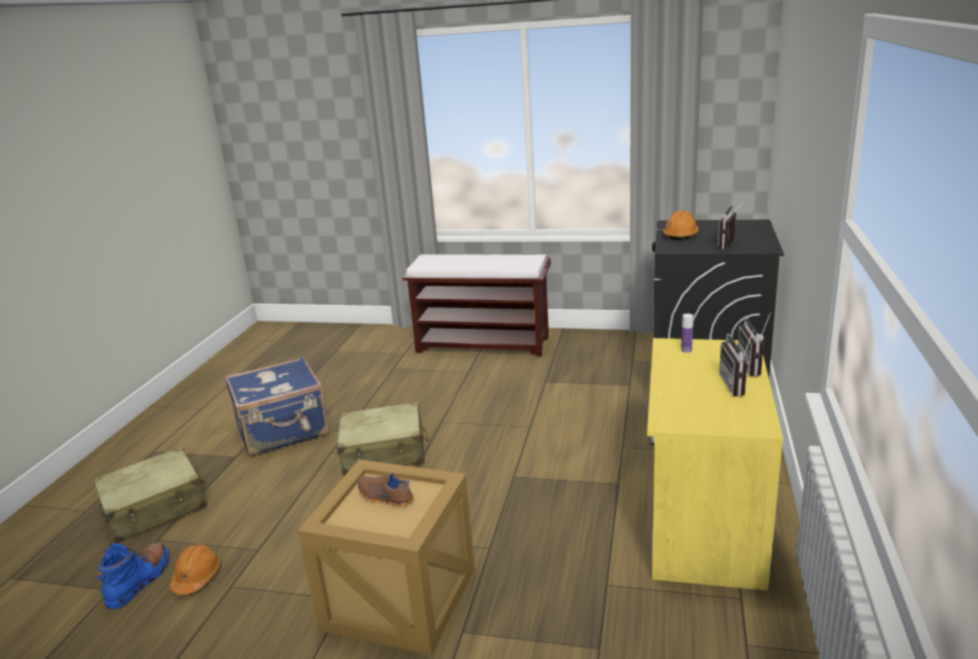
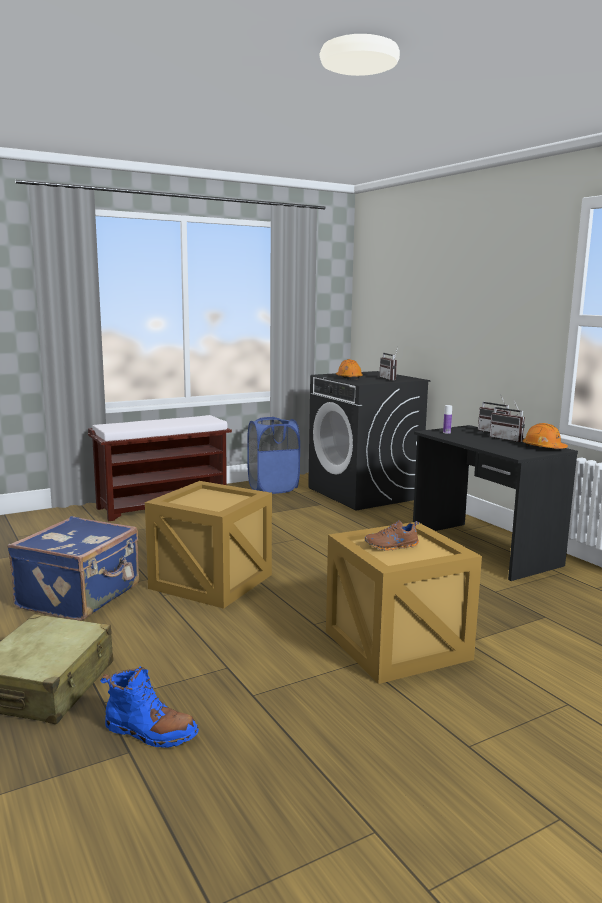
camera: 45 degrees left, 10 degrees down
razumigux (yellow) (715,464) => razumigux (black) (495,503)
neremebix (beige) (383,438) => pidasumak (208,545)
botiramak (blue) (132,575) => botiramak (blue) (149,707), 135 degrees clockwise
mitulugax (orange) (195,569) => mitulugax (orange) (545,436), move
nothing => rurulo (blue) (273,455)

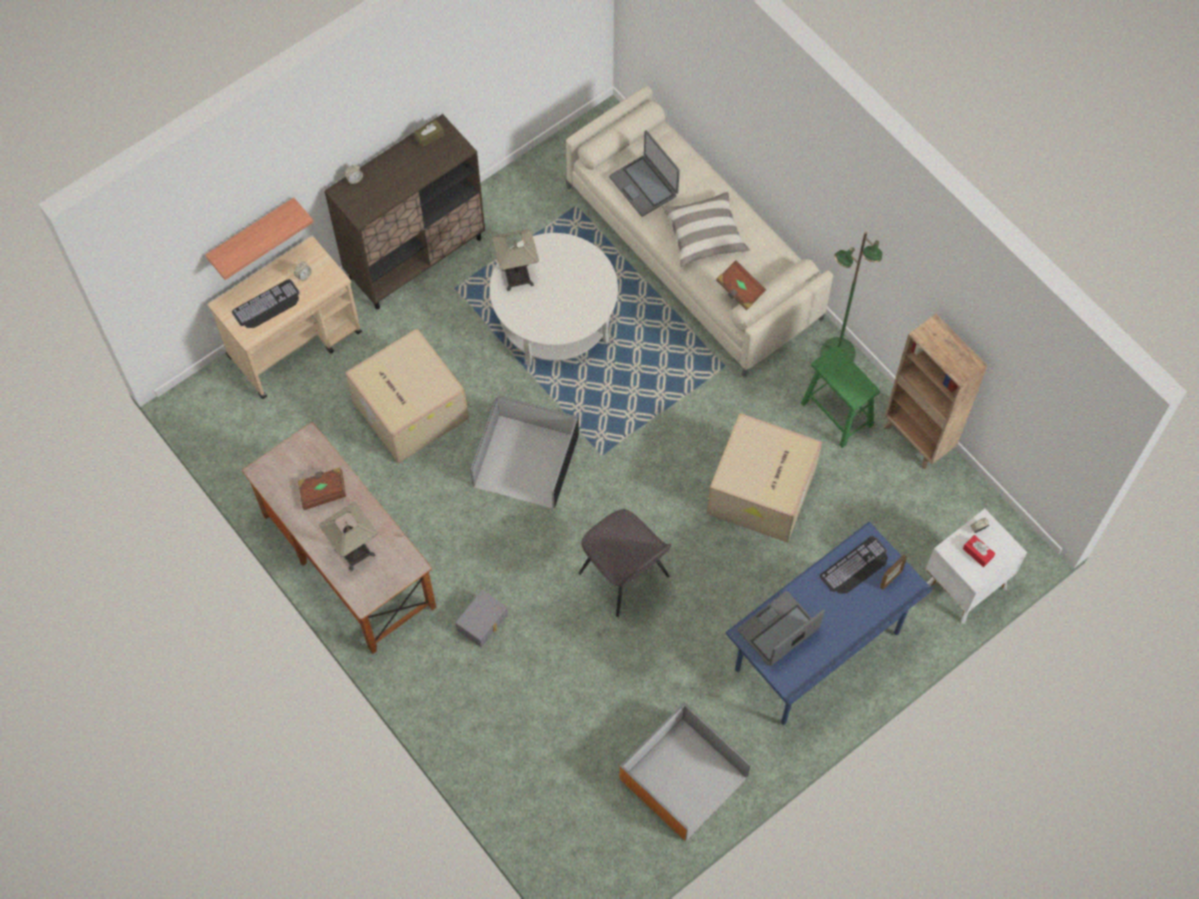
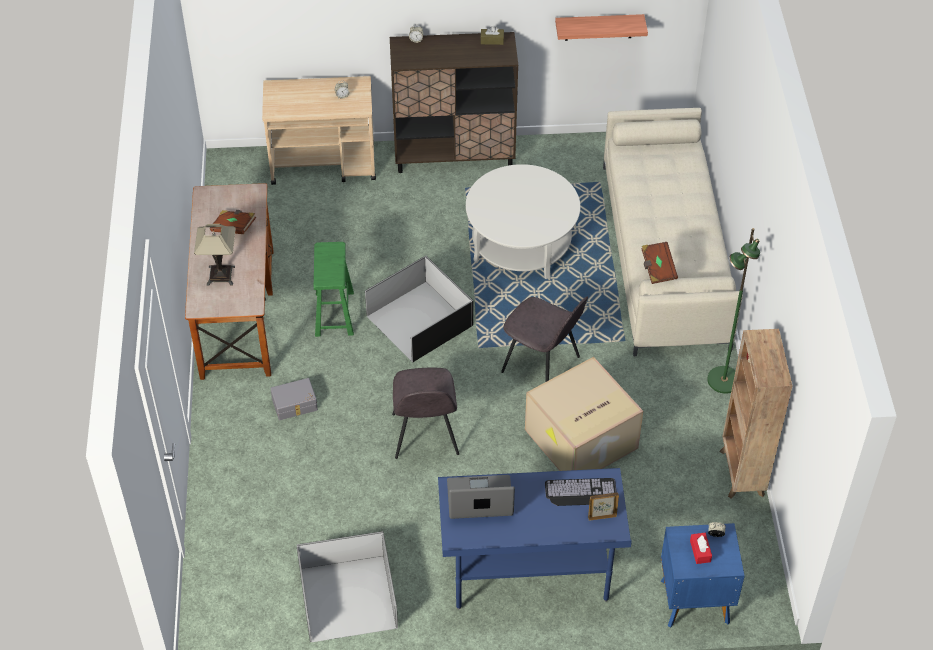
camera: 35 degrees right, 15 degrees down
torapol (644,173) => nothing
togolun (705,229) => nothing
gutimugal (259,238) => gutimugal (601,27), move
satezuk (515,260) => nothing
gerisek (266,303) => nothing
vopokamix (407,395) => nothing
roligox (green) (840,397) => roligox (green) (334,289), move
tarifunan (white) (976,566) => tarifunan (blue) (703,575)
nothing => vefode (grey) (544,339)

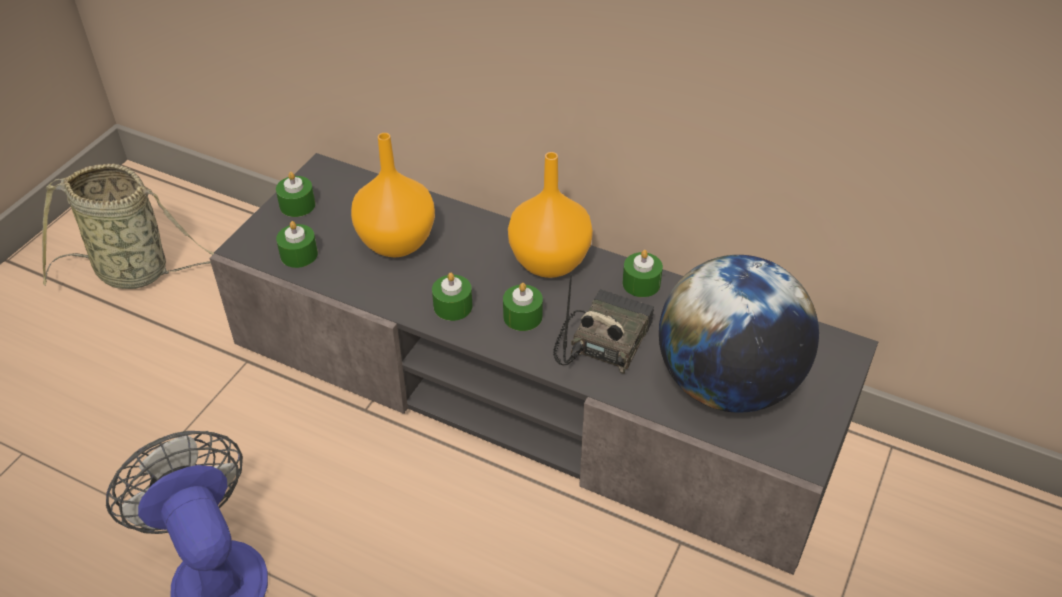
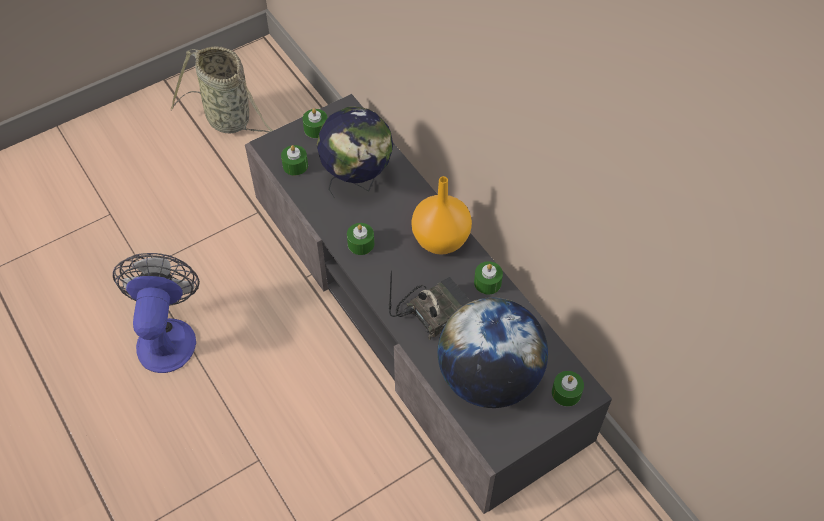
camera: 30 degrees right, 10 degrees up
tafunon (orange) (393,195) => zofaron (355,153)
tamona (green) (523,307) => tamona (green) (568,389), move

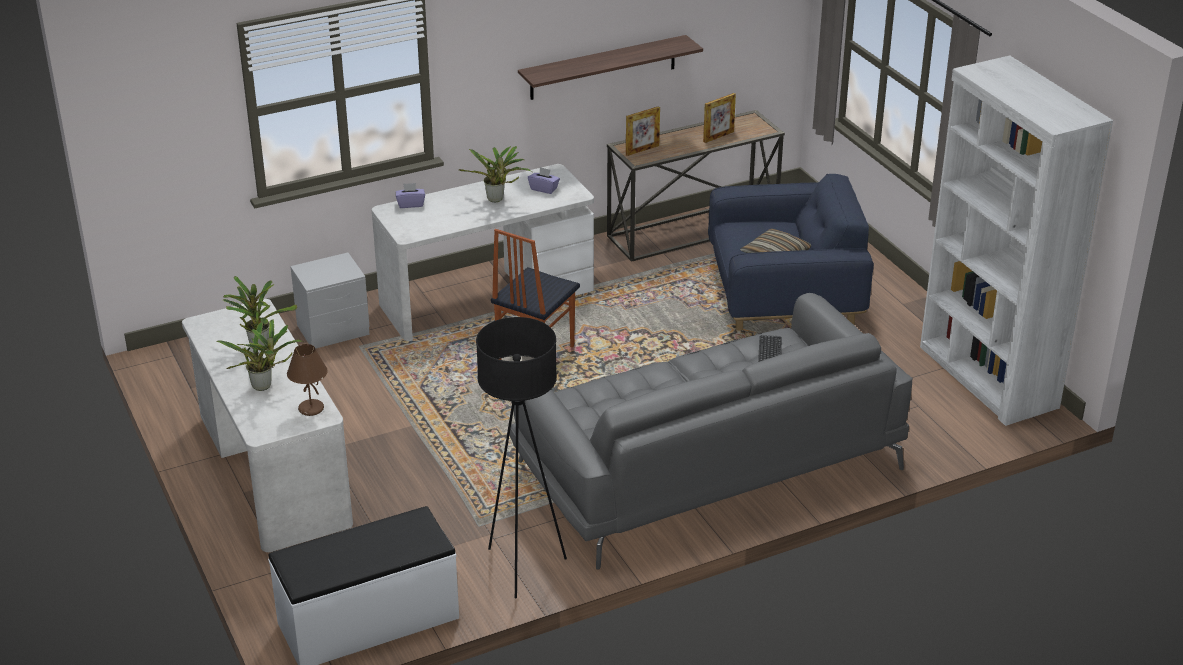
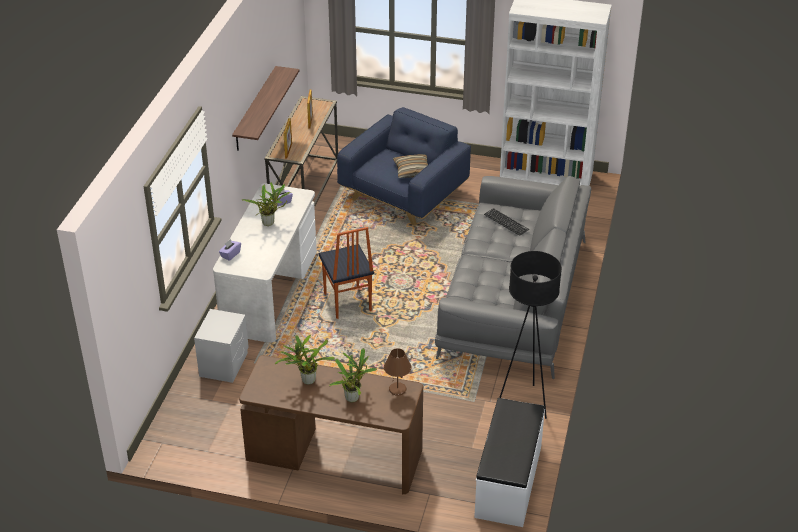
camera: 50 degrees left, 5 degrees up
razumigux (white) (267,425) => razumigux (brown) (331,424)

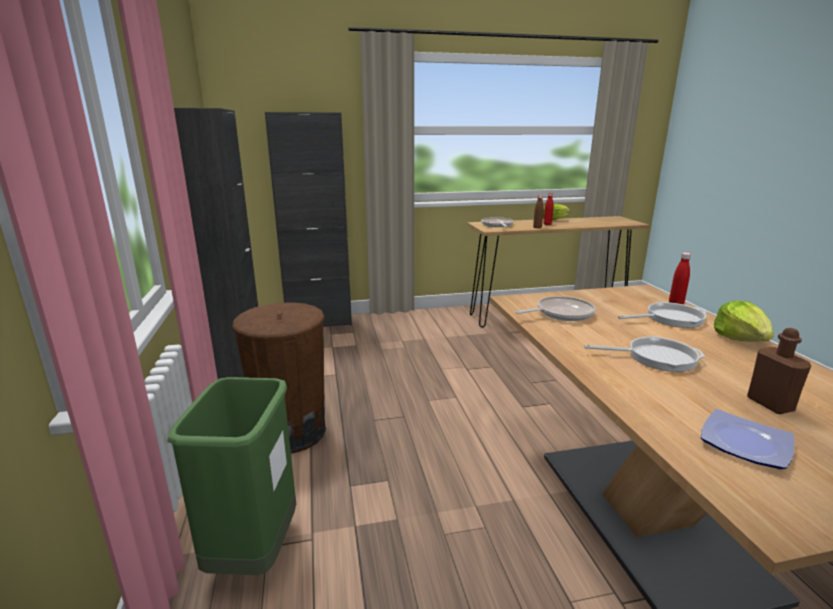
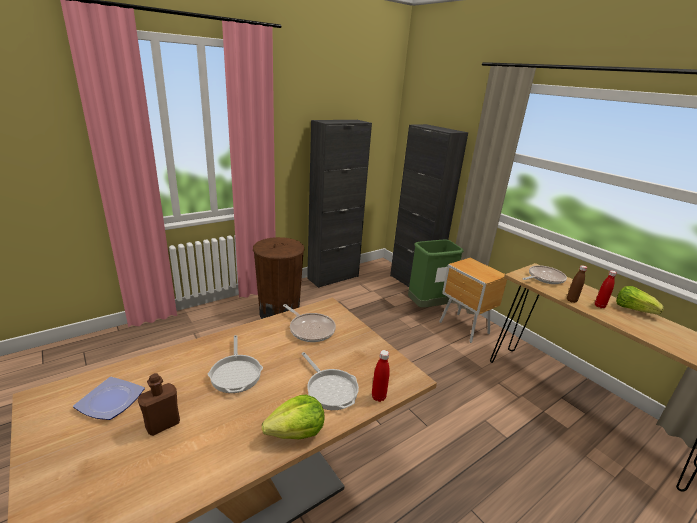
camera: 65 degrees right, 5 degrees up
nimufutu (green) (231,476) => nimufutu (green) (436,274), move
nothing => tarifunan (brown) (473,300)

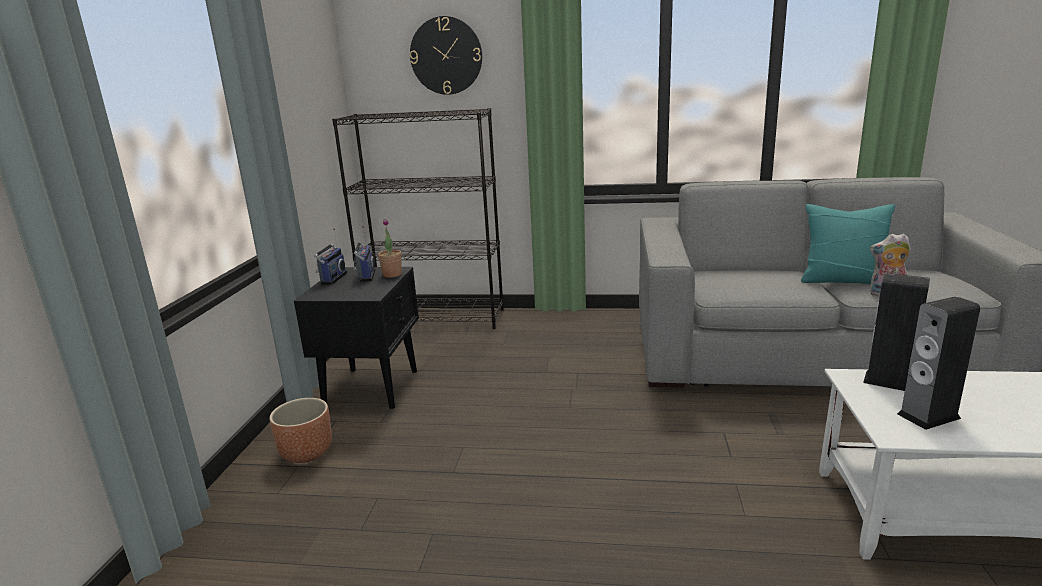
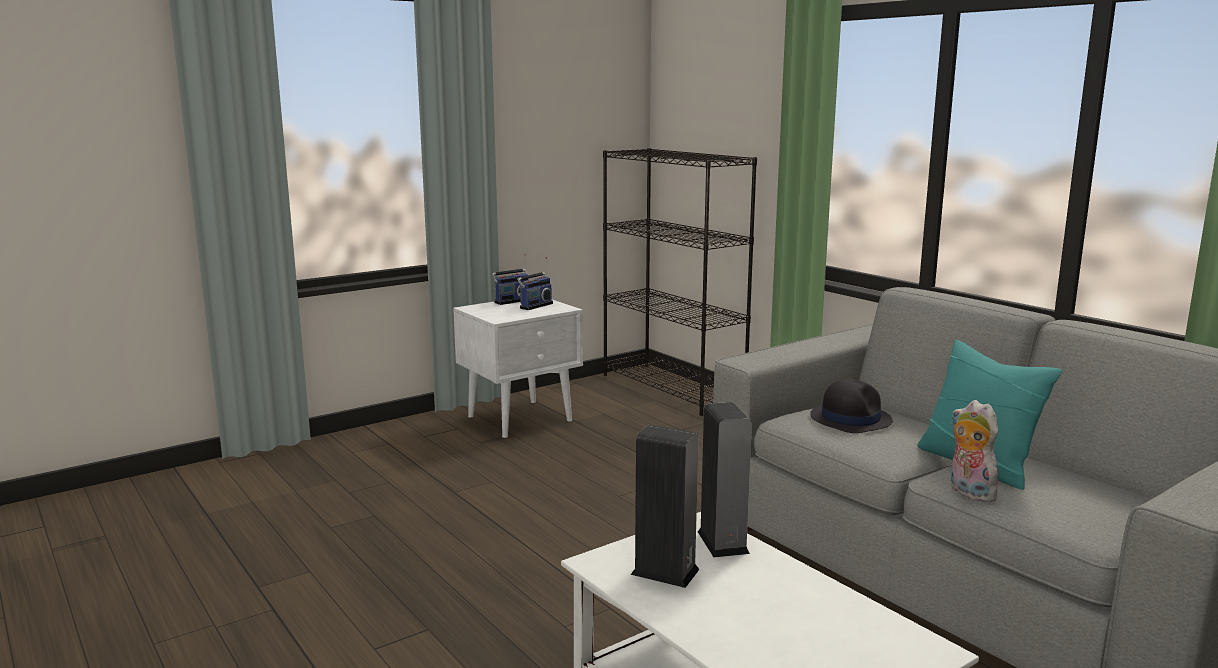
camera: 45 degrees right, 5 degrees down
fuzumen (446,55) => nothing
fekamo (390,248) => nothing
tarifunan (black) (356,338) => tarifunan (white) (518,369)
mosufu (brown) (301,430) => nothing
nothing => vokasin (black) (851,405)

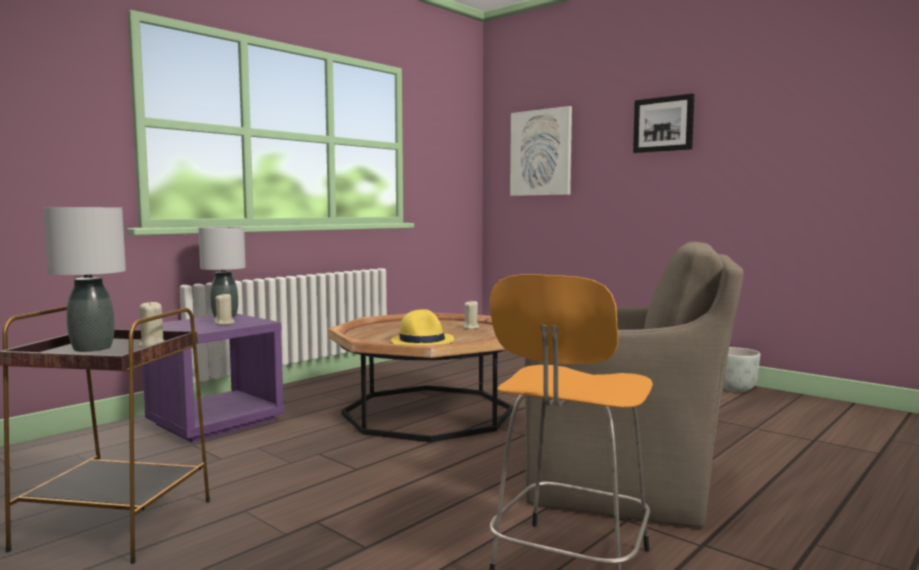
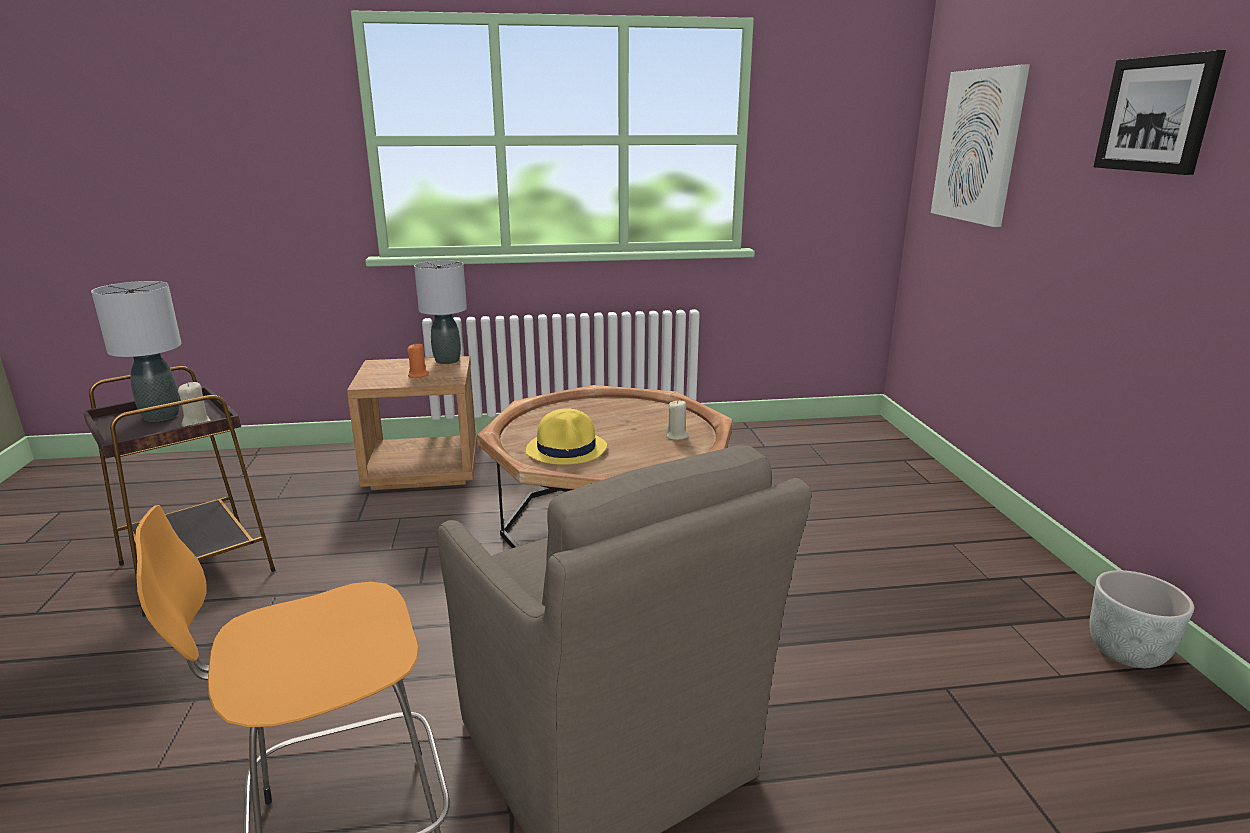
camera: 40 degrees right, 15 degrees up
tamona (beige) (224,309) => tamona (orange) (418,361)
tarifunan (purple) (212,378) => tarifunan (brown) (412,423)

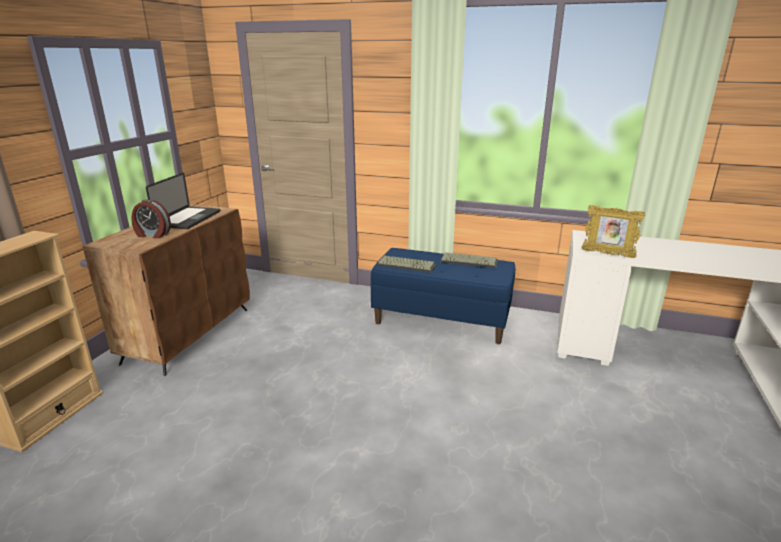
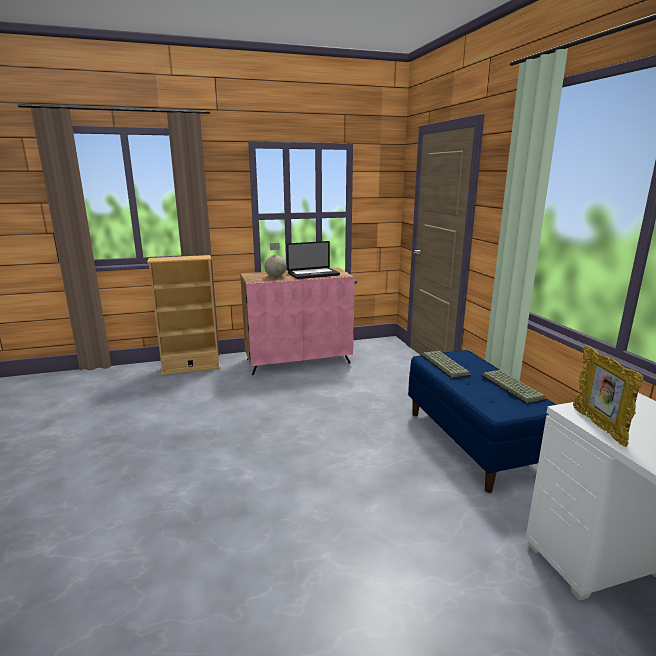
camera: 55 degrees right, 5 degrees down
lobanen (151,219) => zofaron (275,260)
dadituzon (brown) (166,290) => dadituzon (pink) (297,321)

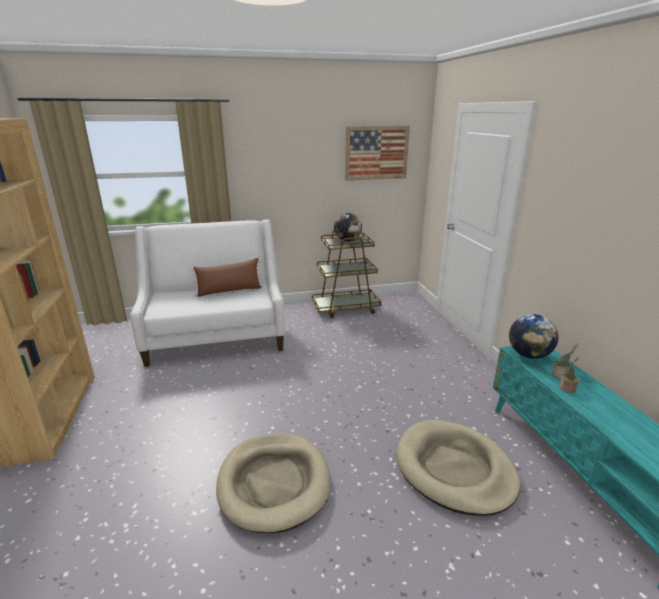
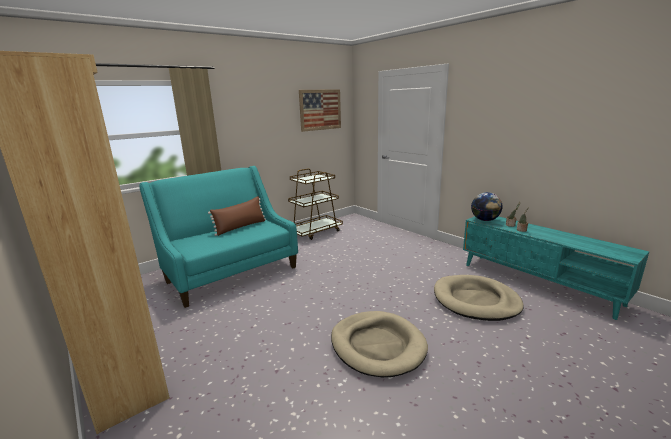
camera: 25 degrees left, 5 degrees down
zofaron (348,227) => nothing
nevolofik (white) (207,293) => nevolofik (turquoise) (218,237)

